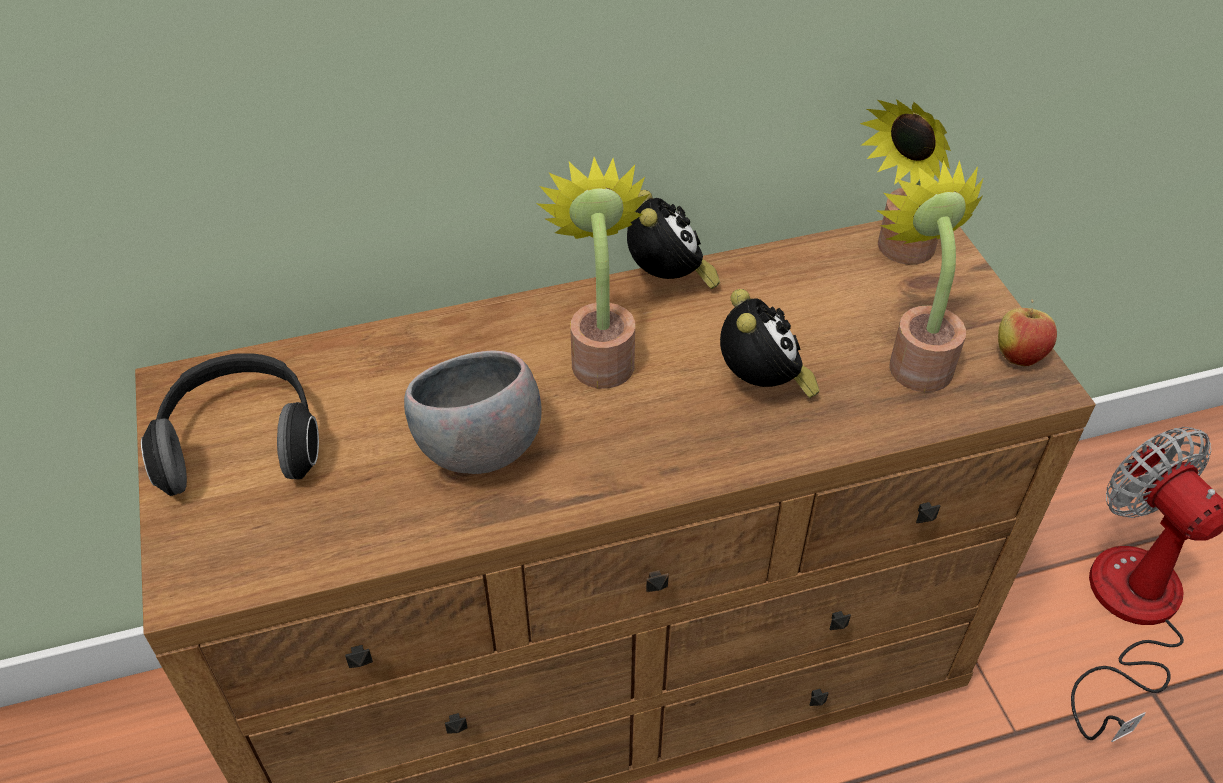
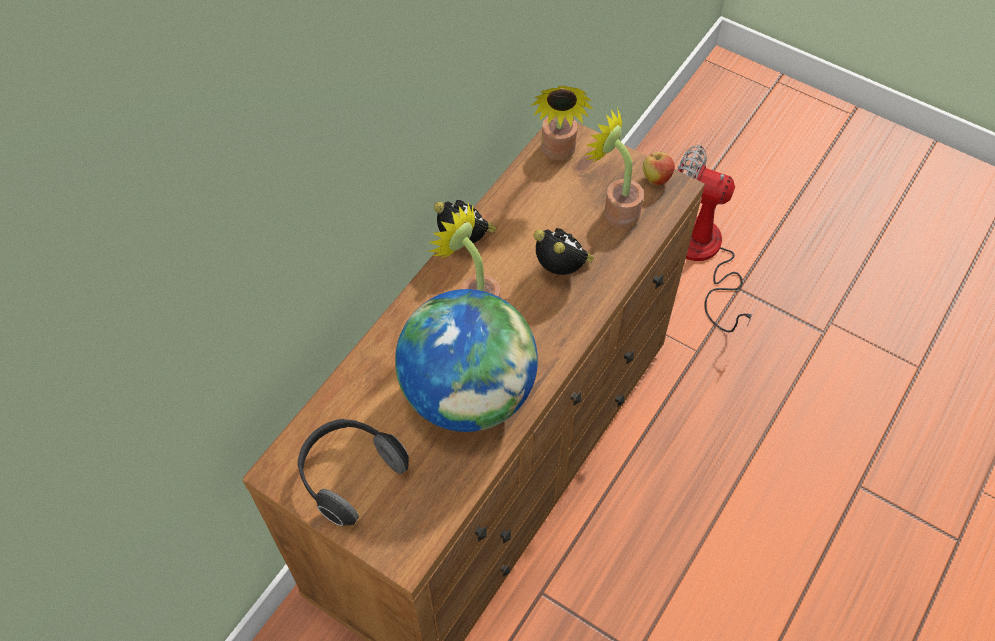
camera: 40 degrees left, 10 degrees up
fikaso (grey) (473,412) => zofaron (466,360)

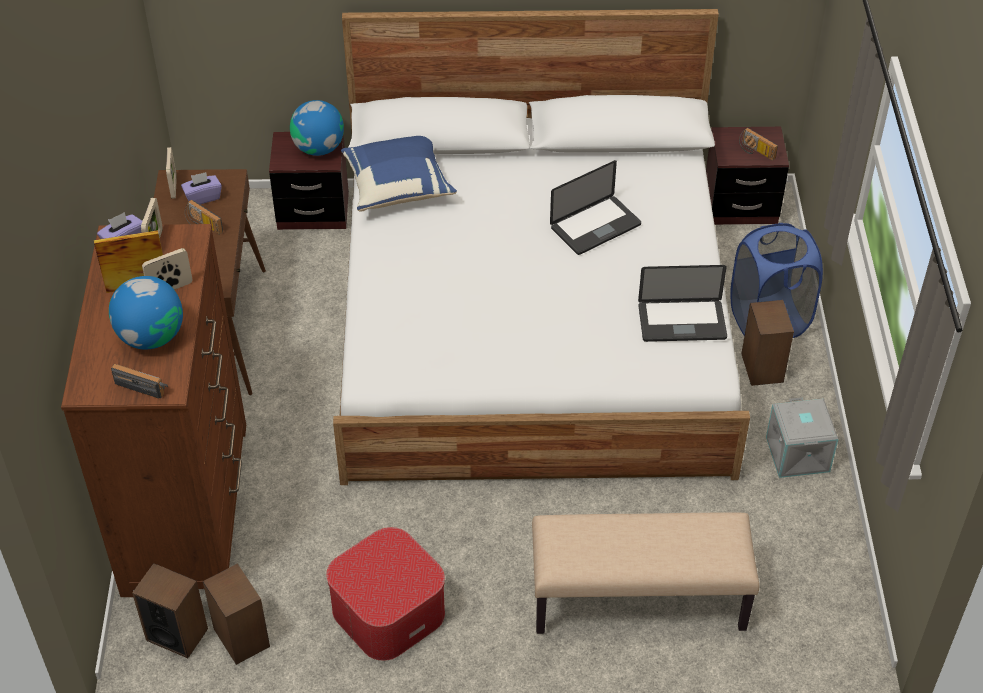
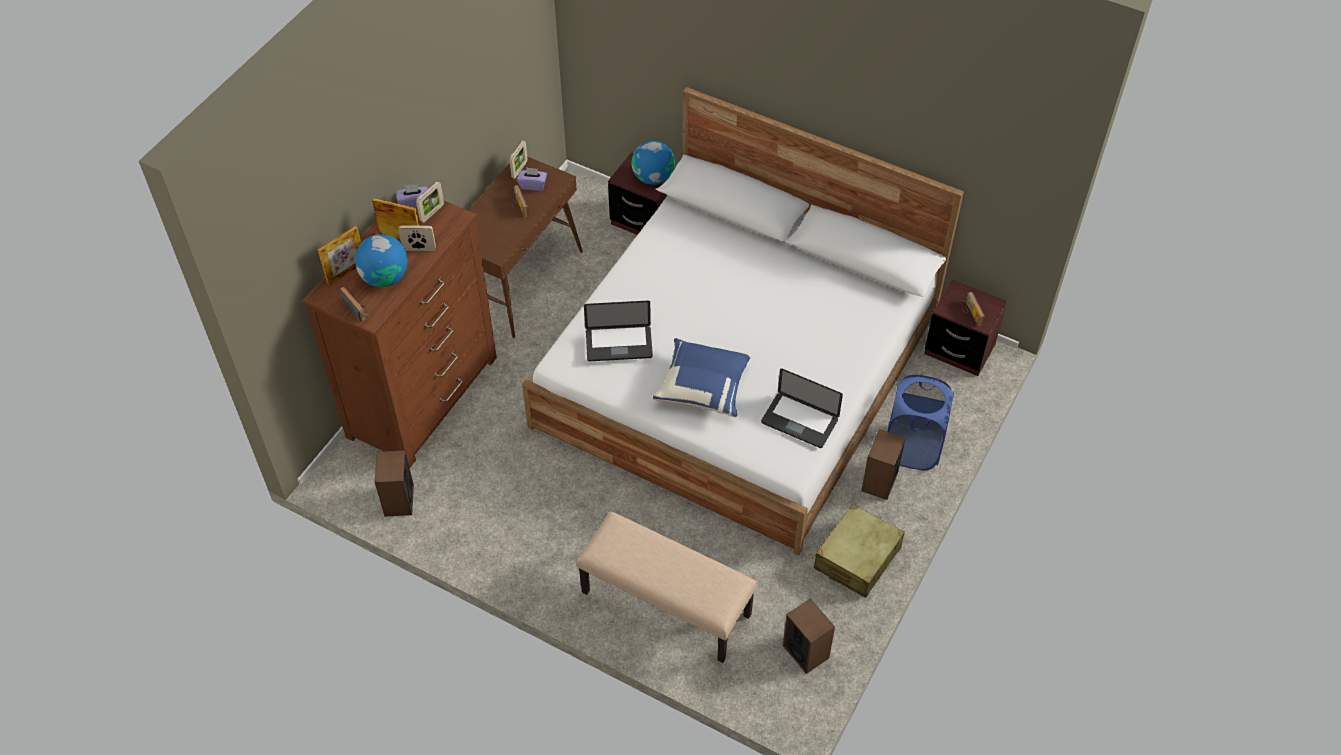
camera: 30 degrees right, 5 degrees up
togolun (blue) (399,174) => togolun (blue) (703,377), move
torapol (595,207) => torapol (618,331), move
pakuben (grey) (802,437) => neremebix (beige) (859,551)
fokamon (385,594) => nothing
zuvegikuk (170,610) => zuvegikuk (809,636), move
nothing => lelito (339,255)

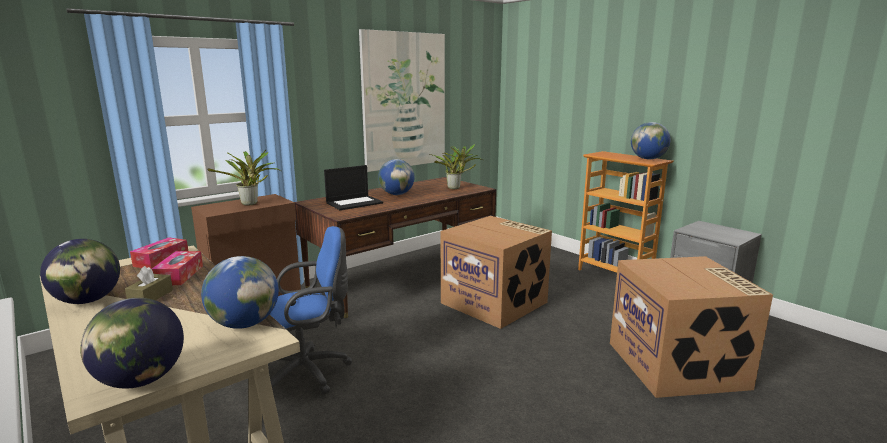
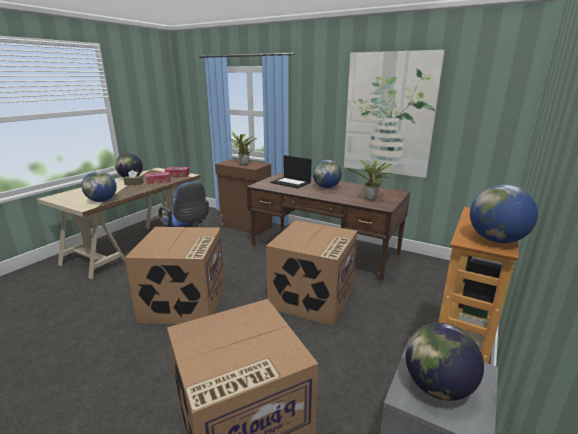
camera: 70 degrees right, 5 degrees up
zofaron (132,343) => zofaron (445,362), move
nothing => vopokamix (175,275)

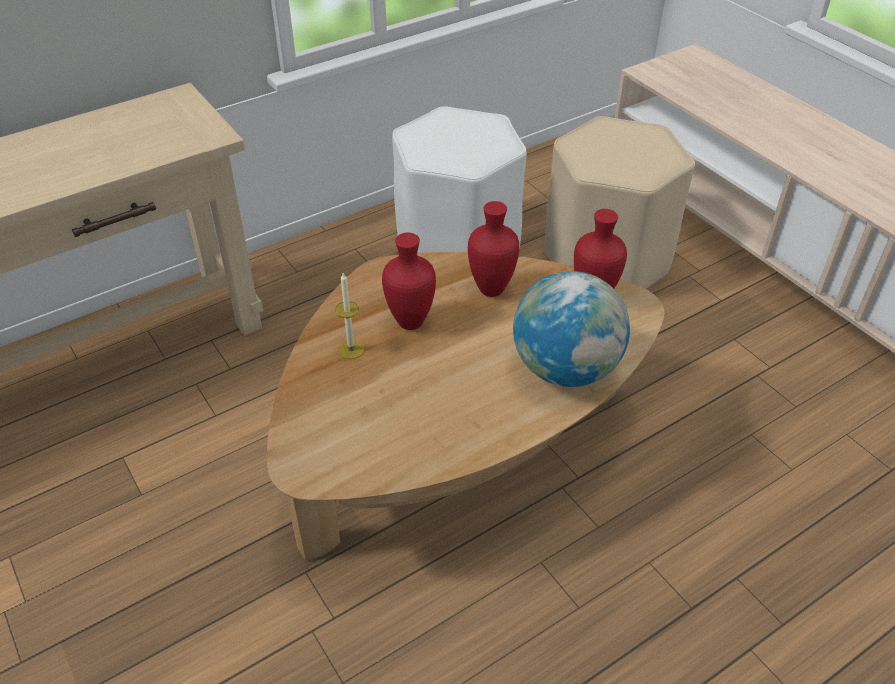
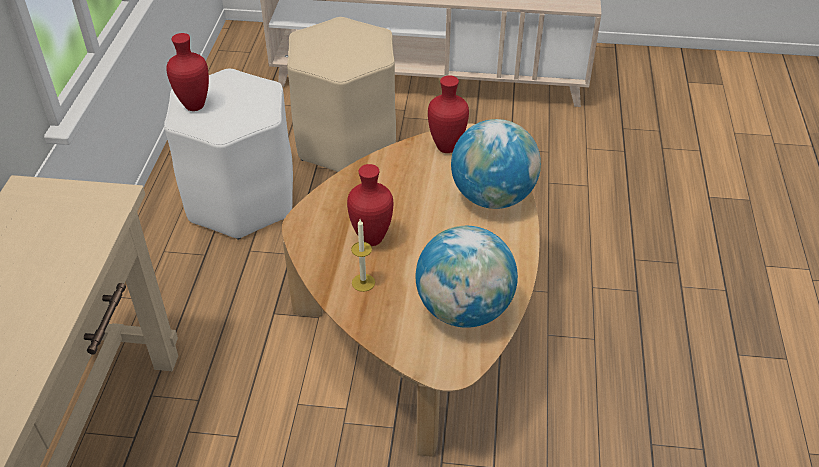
camera: 50 degrees left, 0 degrees up
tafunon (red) (493,249) => tafunon (red) (187,72), move
nothing => zofaron (467,277)

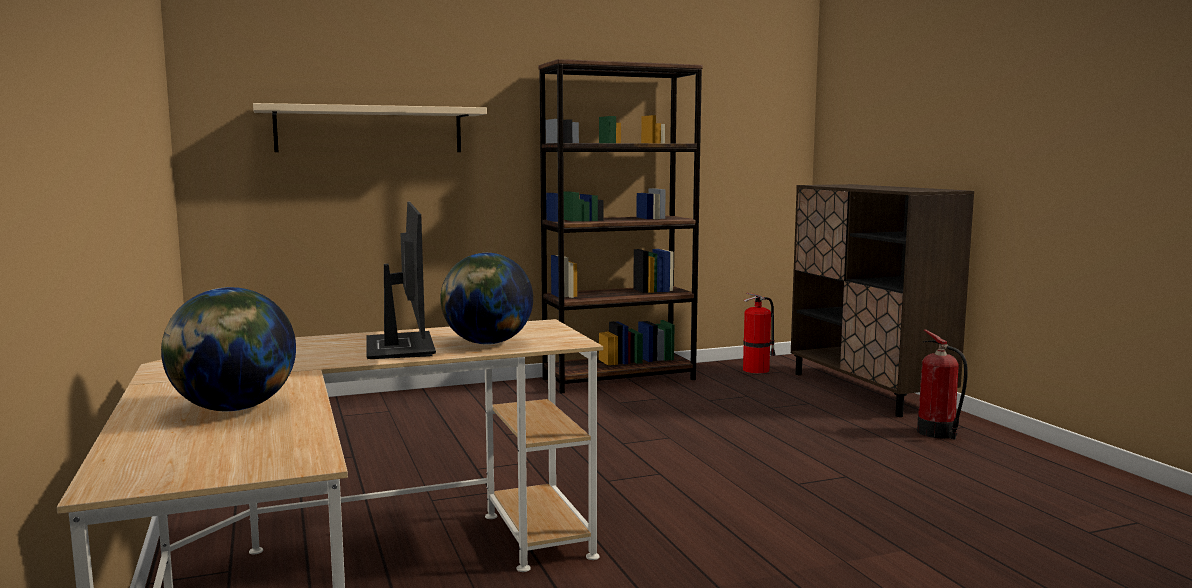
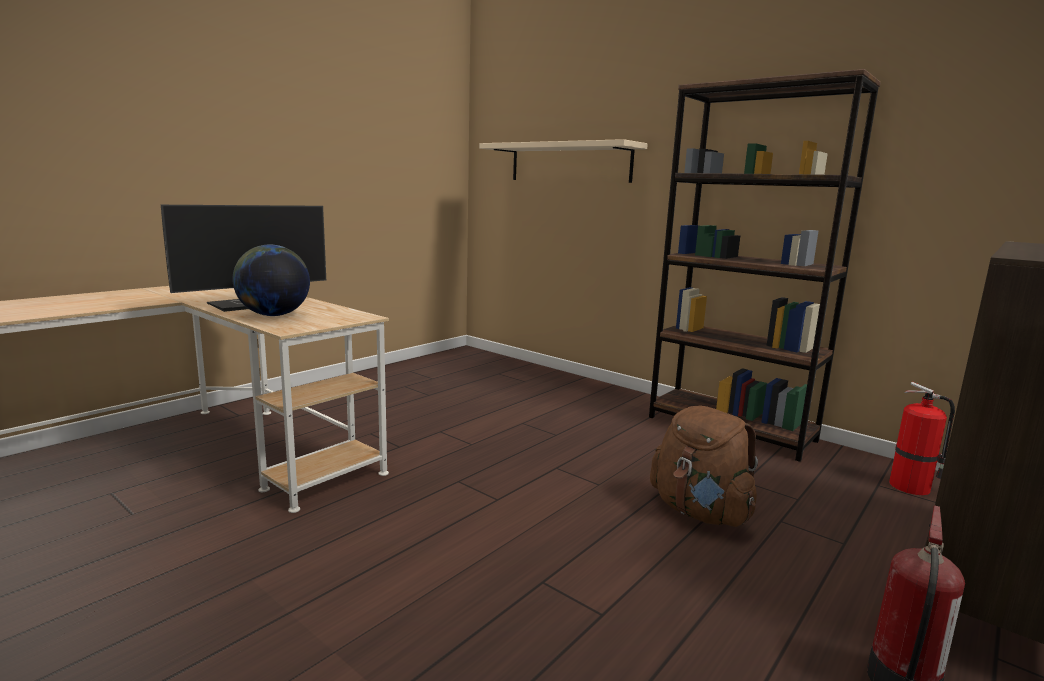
camera: 60 degrees right, 5 degrees up
zofaron (228,349) => nothing
nothing => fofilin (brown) (704,466)

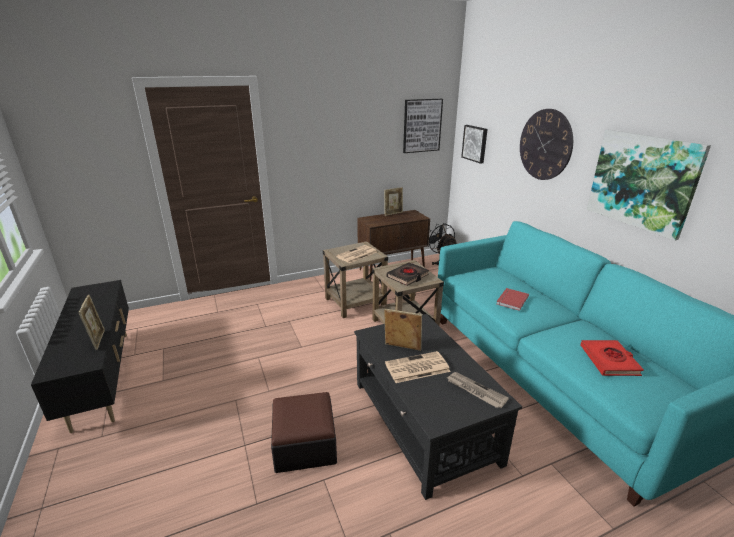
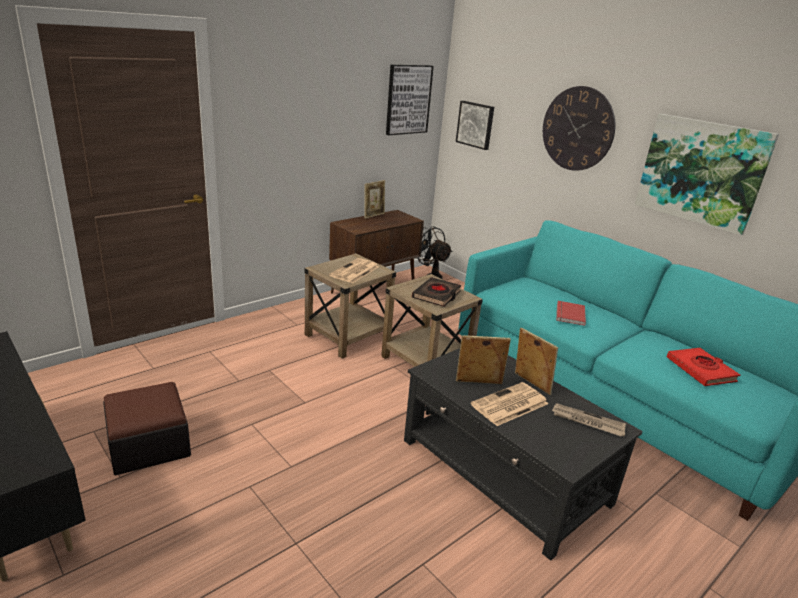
camera: 20 degrees left, 0 degrees up
lelito (91,322) => lelito (536,361), move
fokamon (304,432) => fokamon (147,428), move

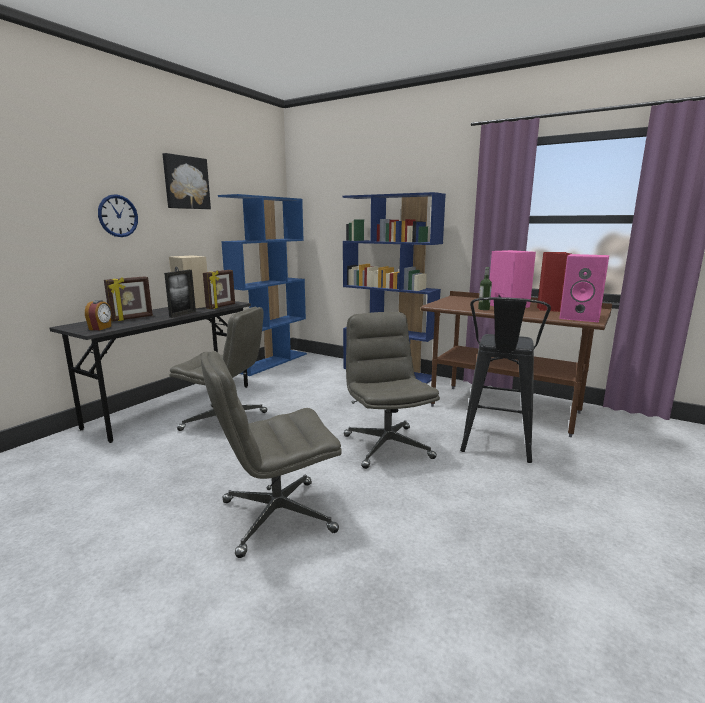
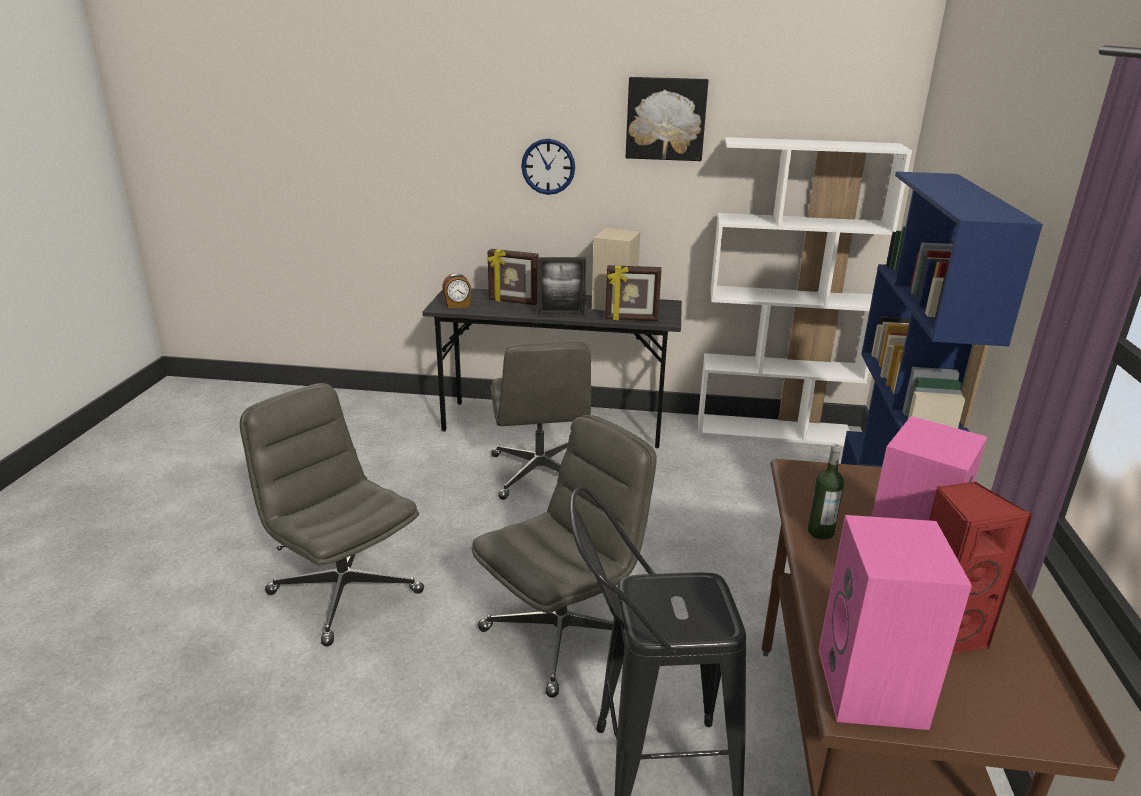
camera: 65 degrees right, 10 degrees up
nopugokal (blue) (262,285) => nopugokal (white) (805,291)

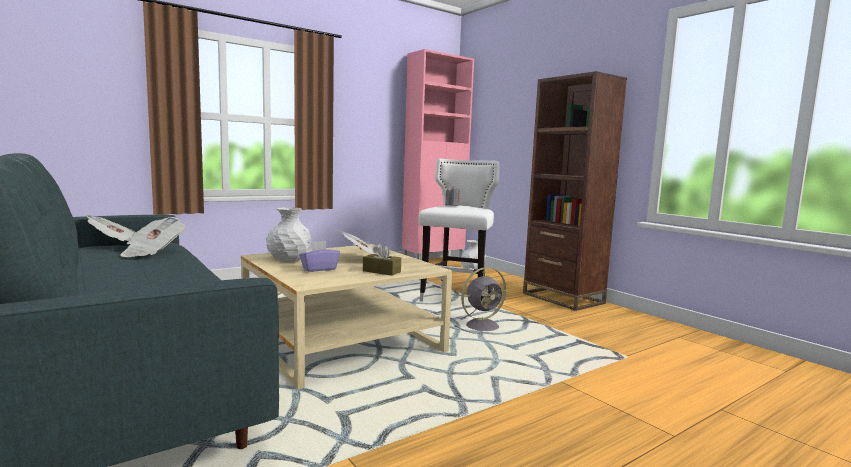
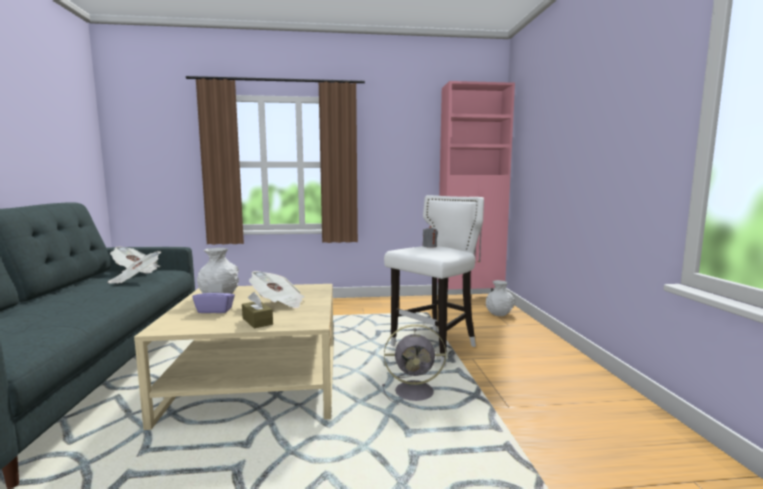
camera: 30 degrees right, 0 degrees up
nopugokal (brown) (575,191) => nothing

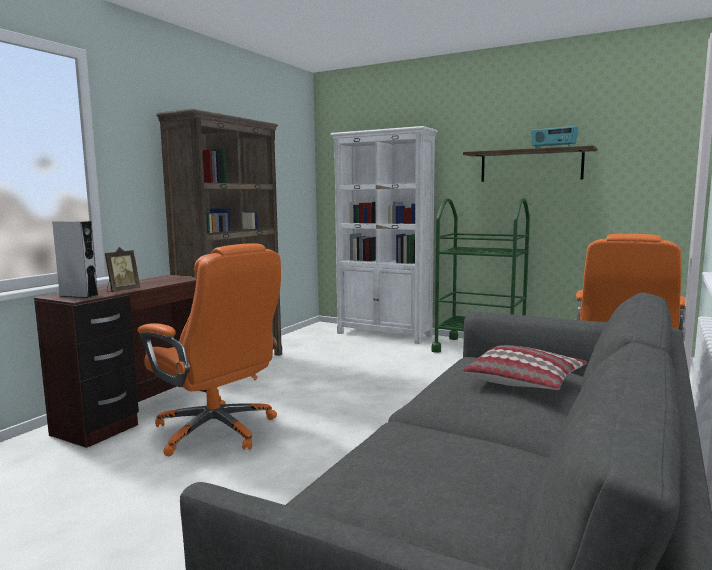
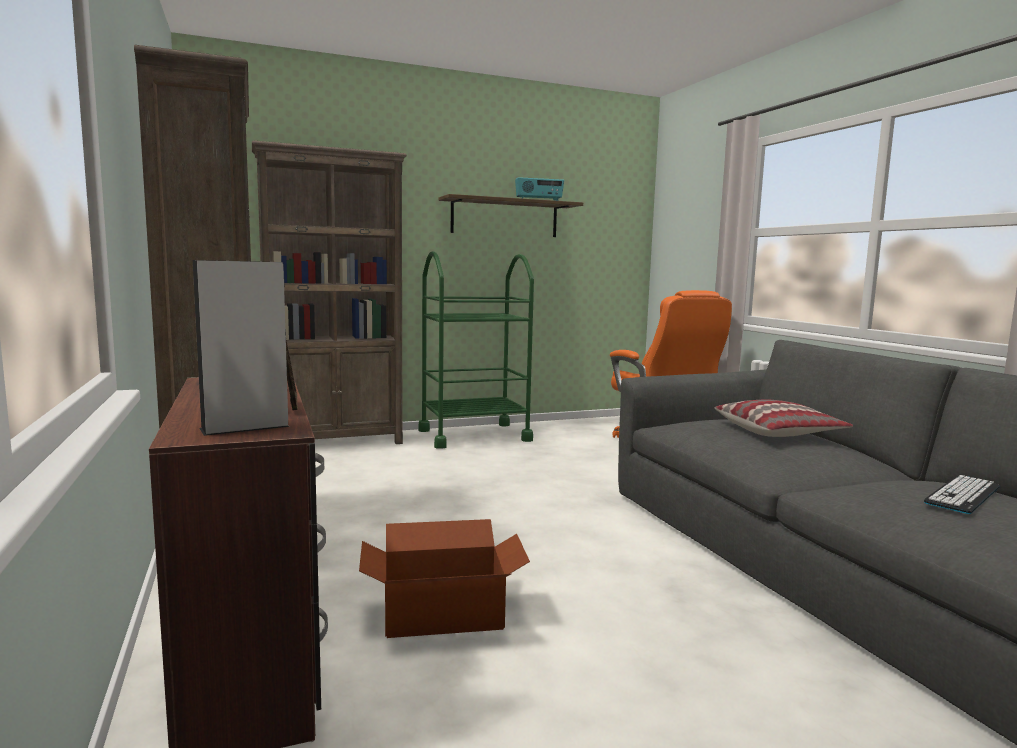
camera: 50 degrees left, 0 degrees up
nopugokal (white) (384,235) => nopugokal (brown) (329,292)
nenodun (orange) (209,349) => vopokamix (444,578)
nothing => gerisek (962,494)

